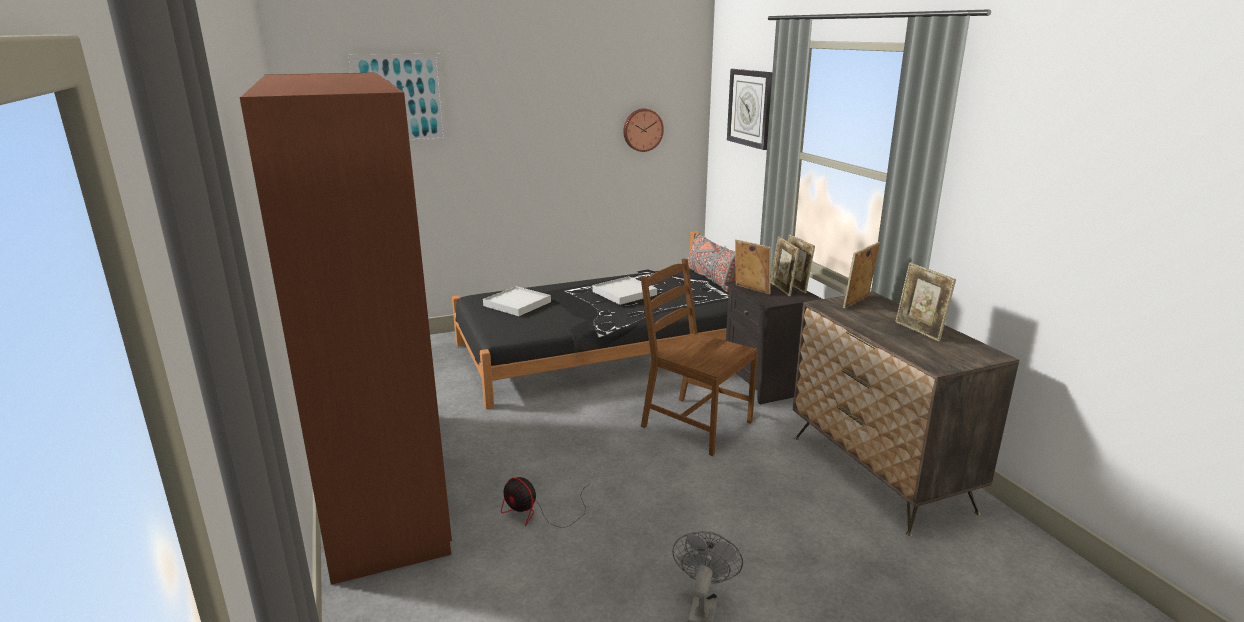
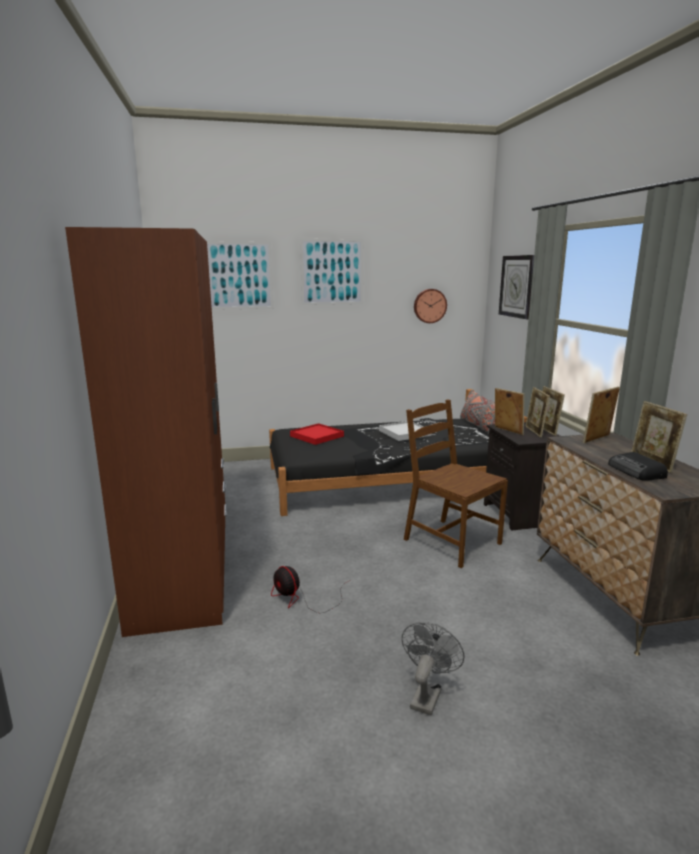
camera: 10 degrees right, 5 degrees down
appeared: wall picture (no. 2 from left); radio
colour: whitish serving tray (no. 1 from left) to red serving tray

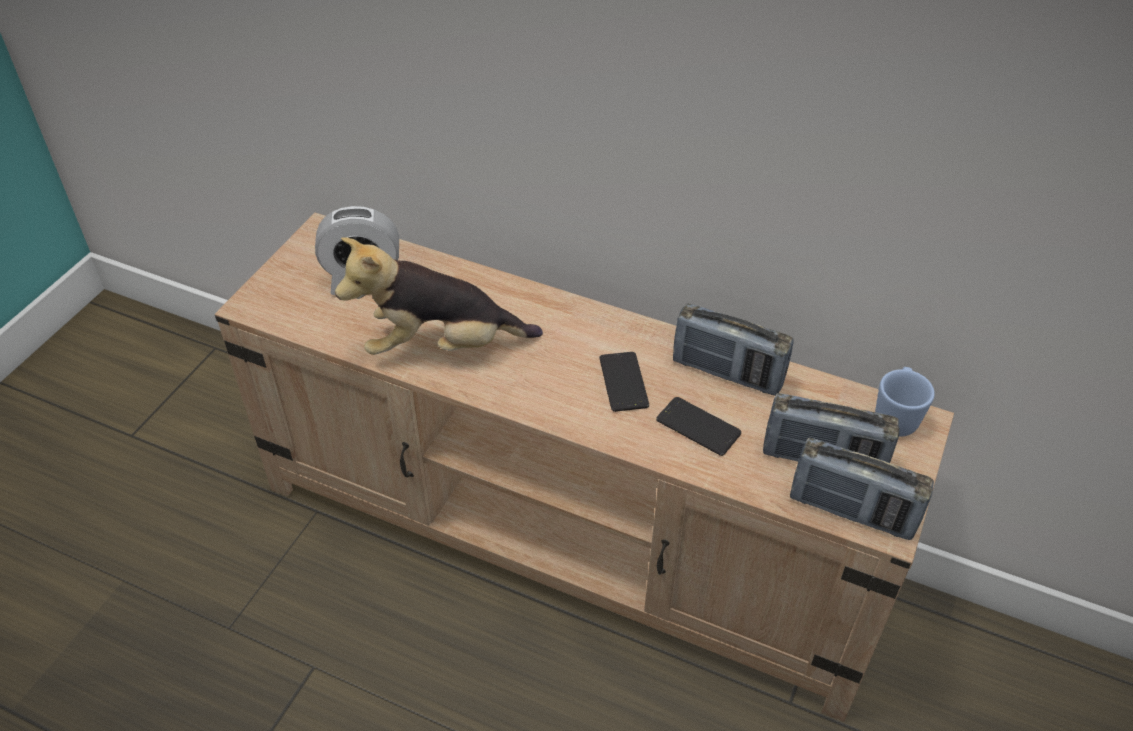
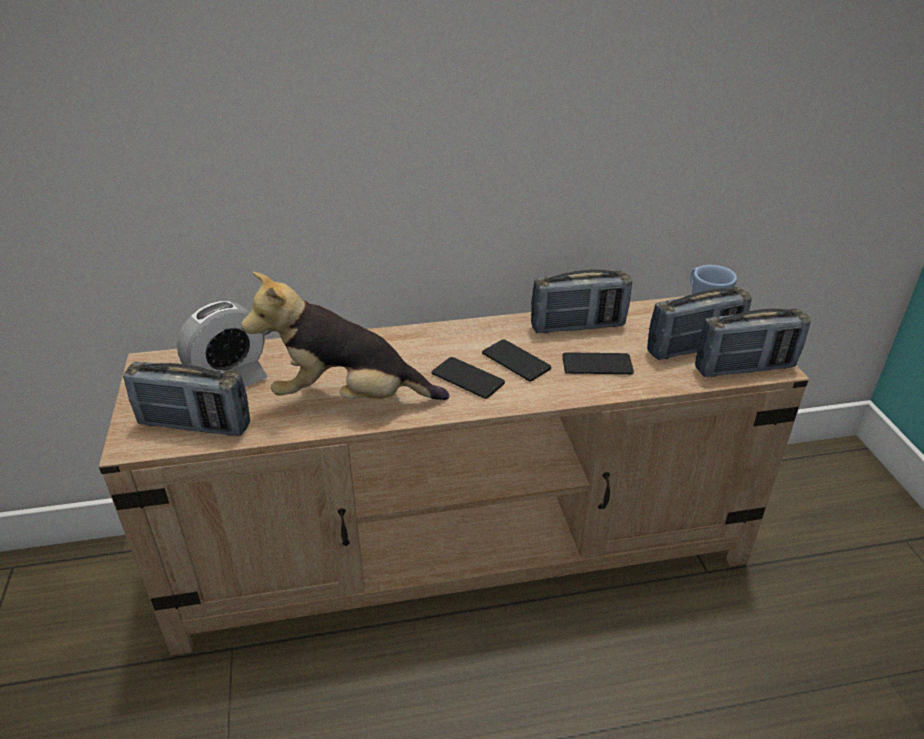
camera: 35 degrees left, 10 degrees down
appeared: radio (no. 1 from left); handset (no. 1 from left)
spun: plush toy 45 degrees clockwise

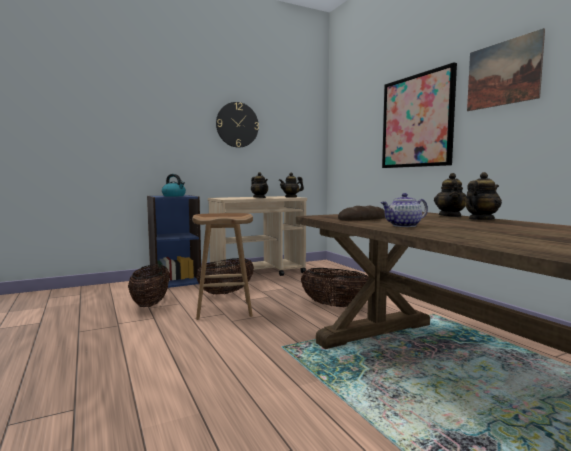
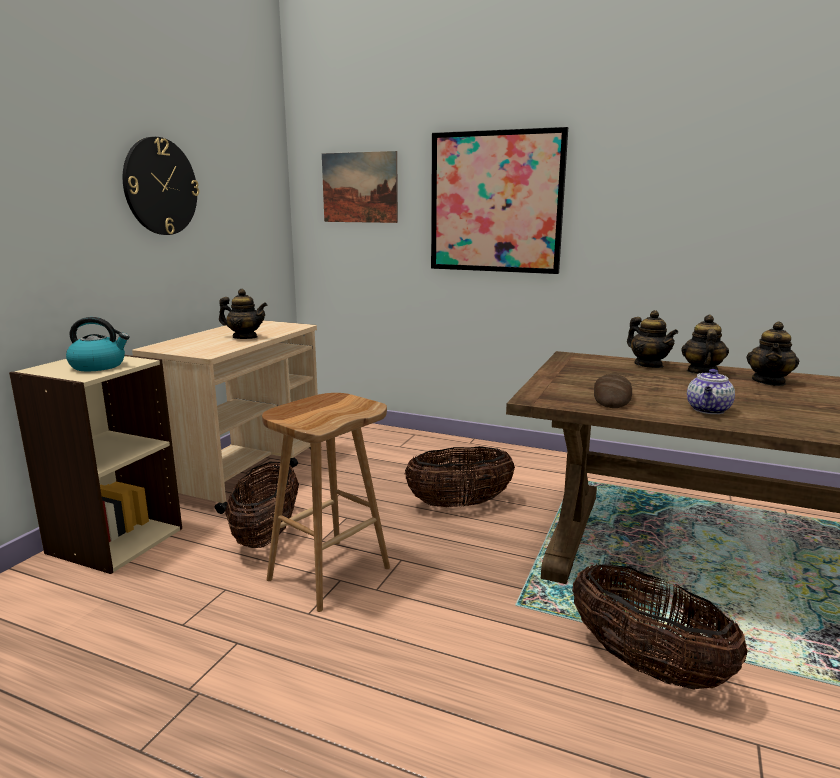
camera: 40 degrees left, 10 degrees up
relocated: household basket (no. 1 from left in the first image) to household basket (no. 3 from left); pot for tea (no. 2 from left in the first image) to pot for tea (no. 5 from left); wall picture (no. 2 from left in the first image) to wall picture (no. 1 from left)
colour: blue-coloured shelving unit to sand-coloured shelving unit

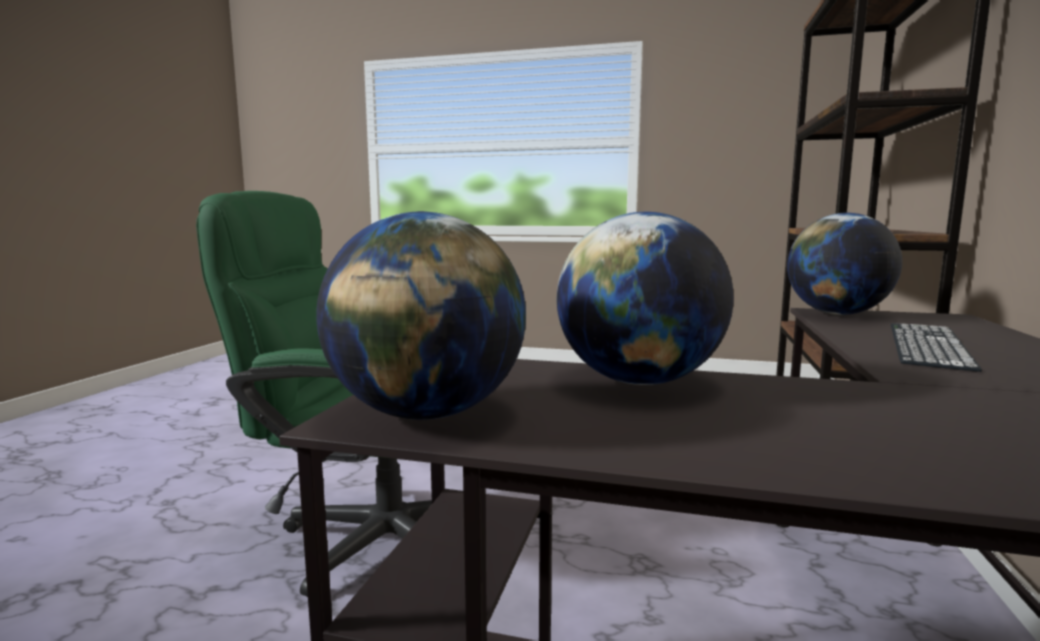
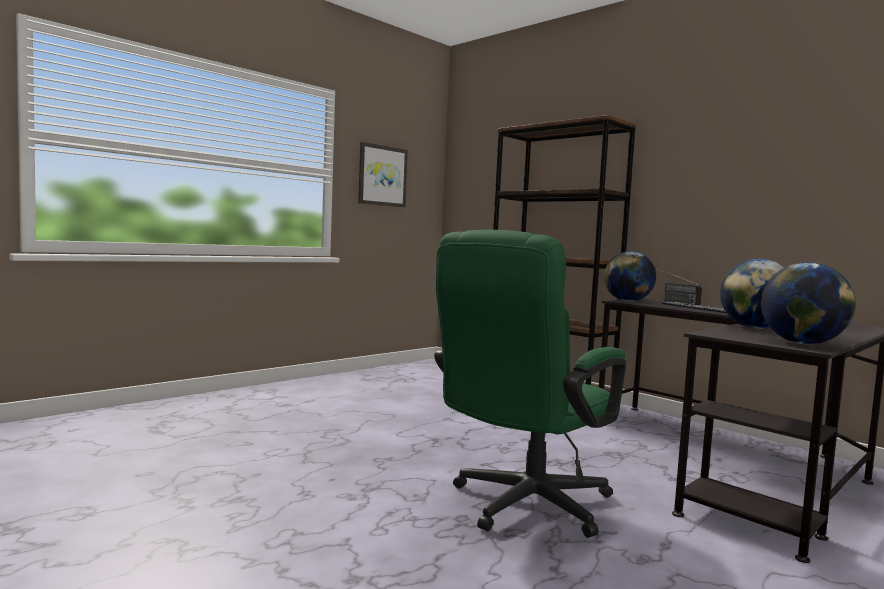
camera: 60 degrees left, 5 degrees down
appeared: wall picture; radio

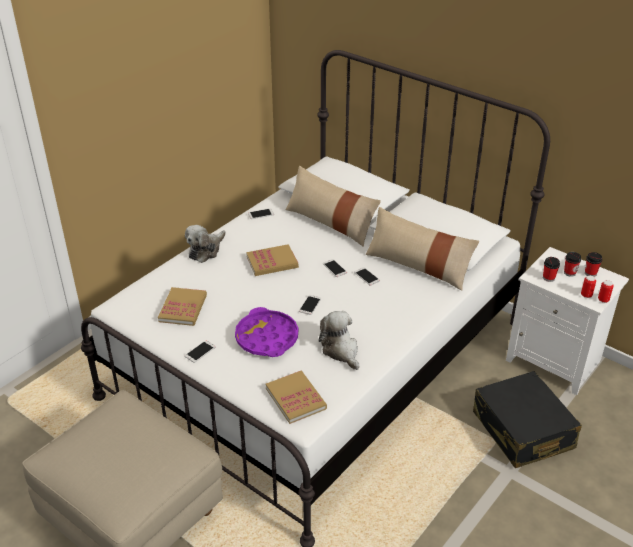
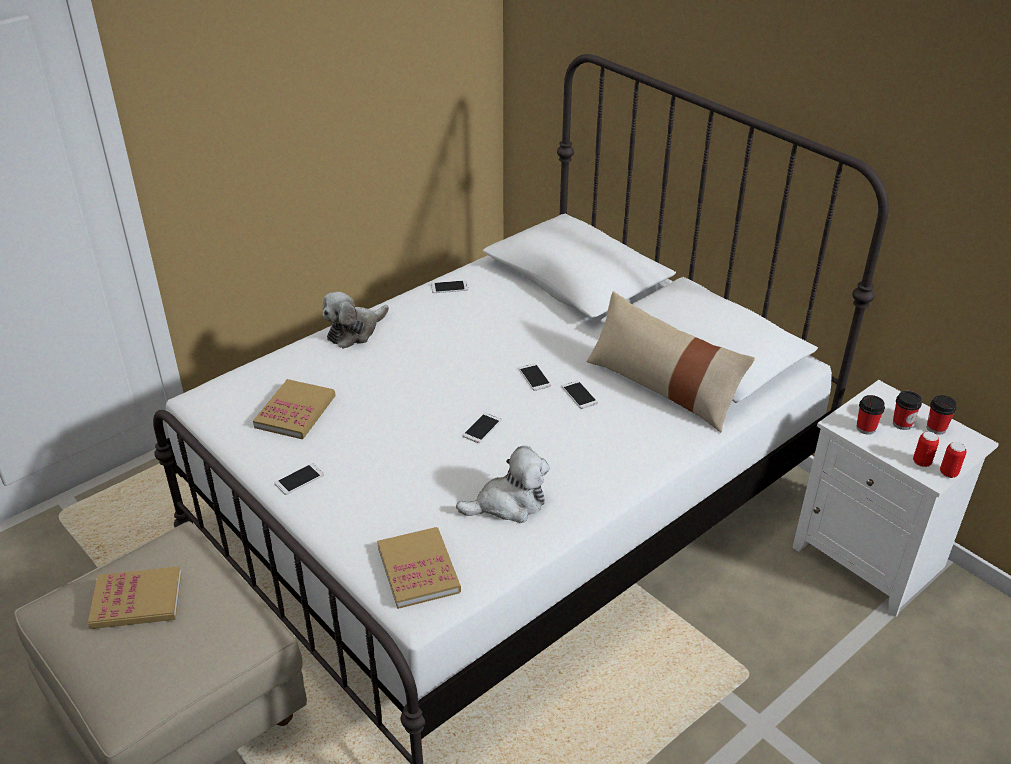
camera: 10 degrees right, 0 degrees up
missing: purple serving tray; sand-coloured pillow (no. 1 from left); black-coloured travel case
relocated: book (no. 2 from left in the first image) to book (no. 1 from left)
spun: plush toy (no. 2 from left) 90 degrees clockwise

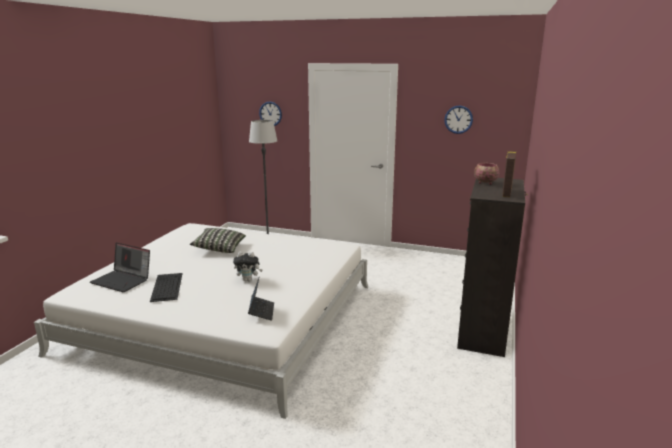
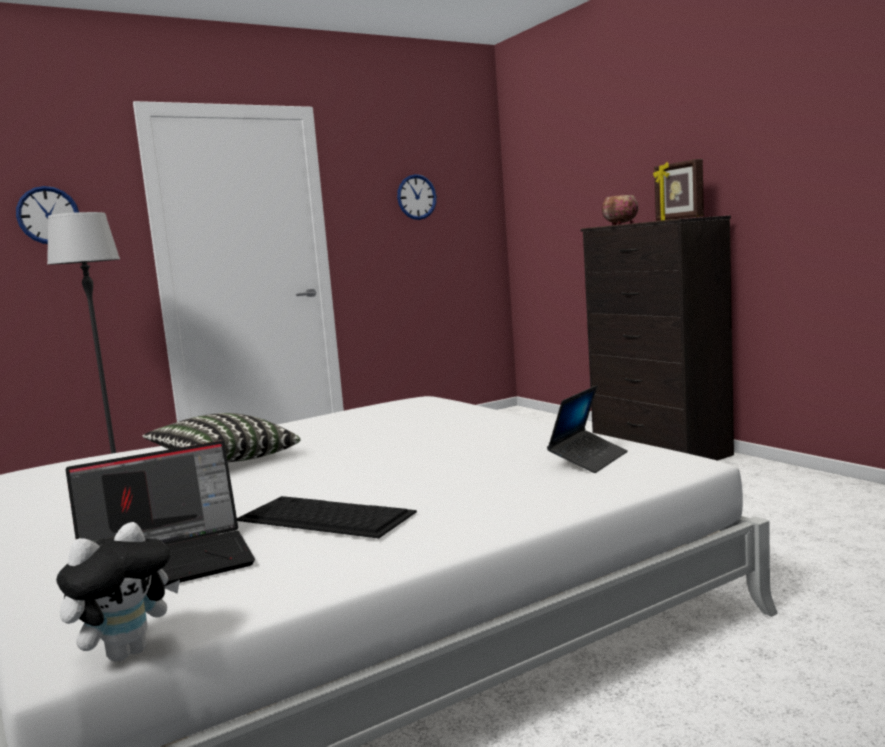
camera: 50 degrees left, 10 degrees down
relocated: plush toy
spun: laptop (no. 2 from left) 90 degrees clockwise

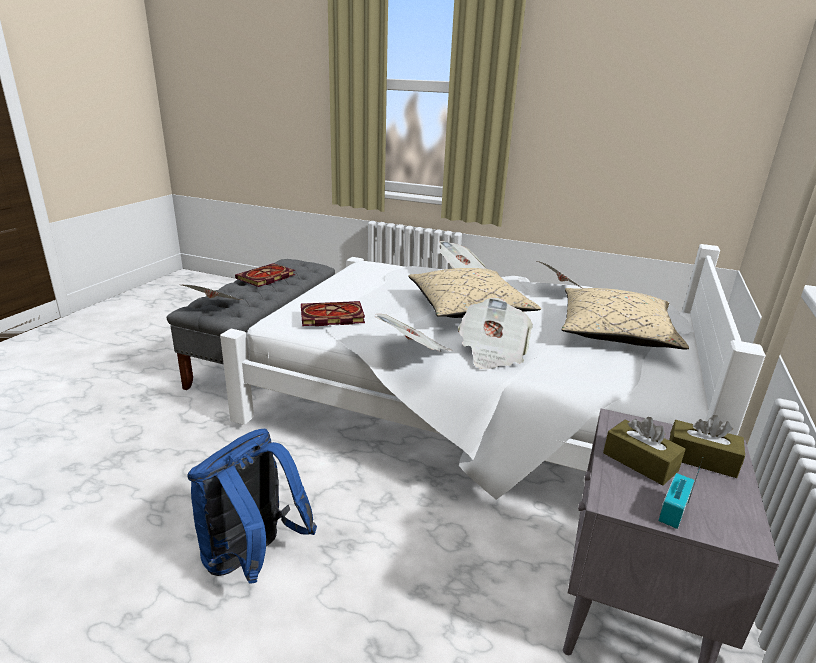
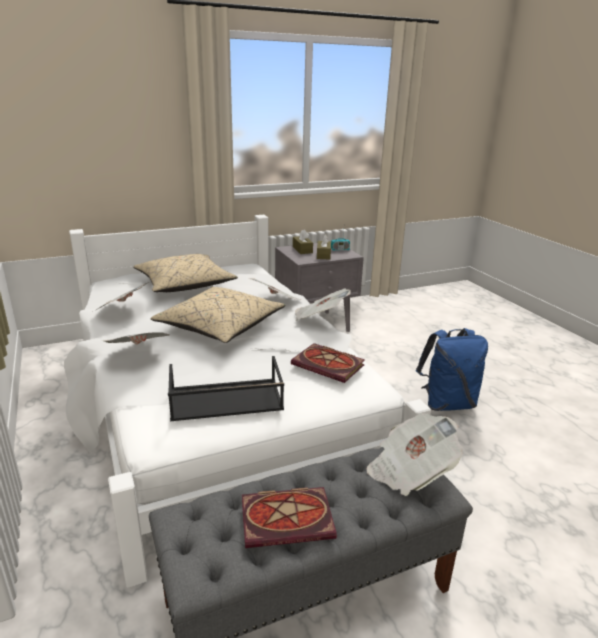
camera: 135 degrees left, 0 degrees up
appeared: black-coloured serving tray

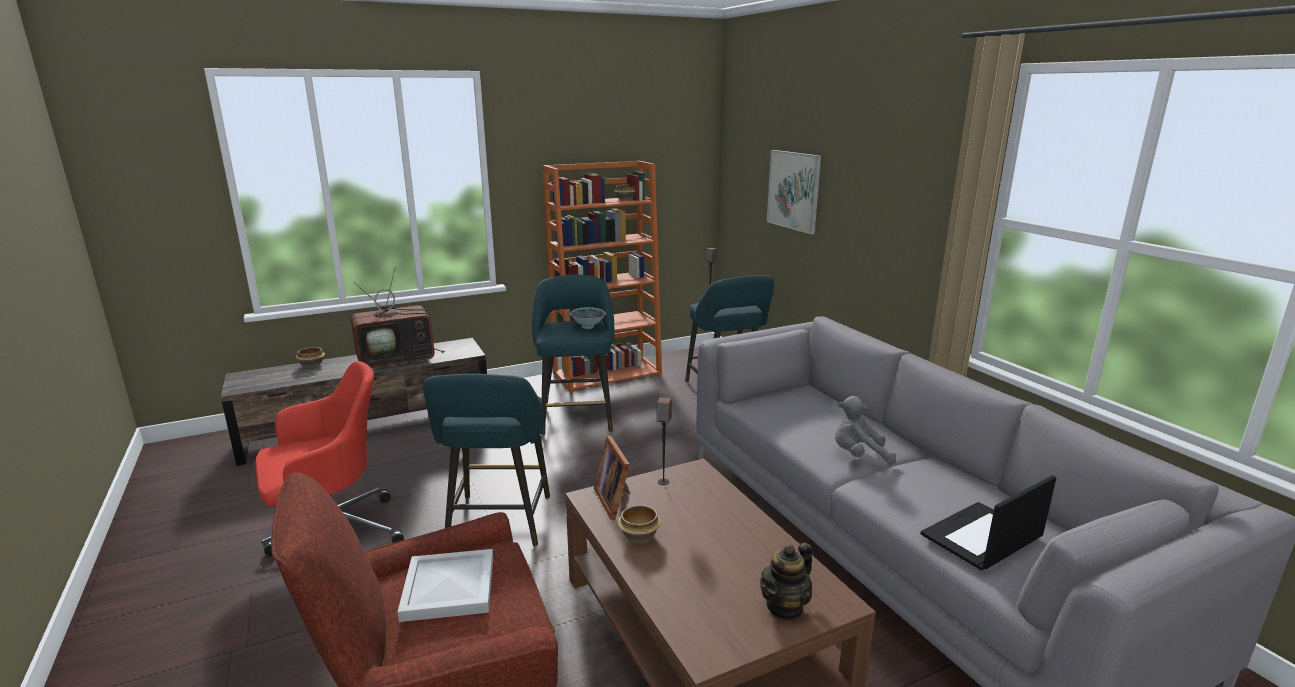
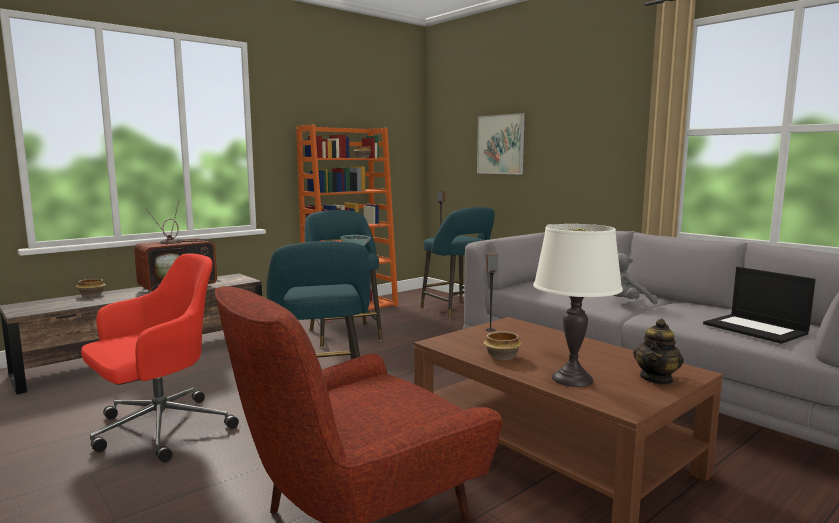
camera: 15 degrees left, 10 degrees down
missing: whitish serving tray; standing frame
appeared: whitish table lamp
spun: laptop 75 degrees counterclockwise

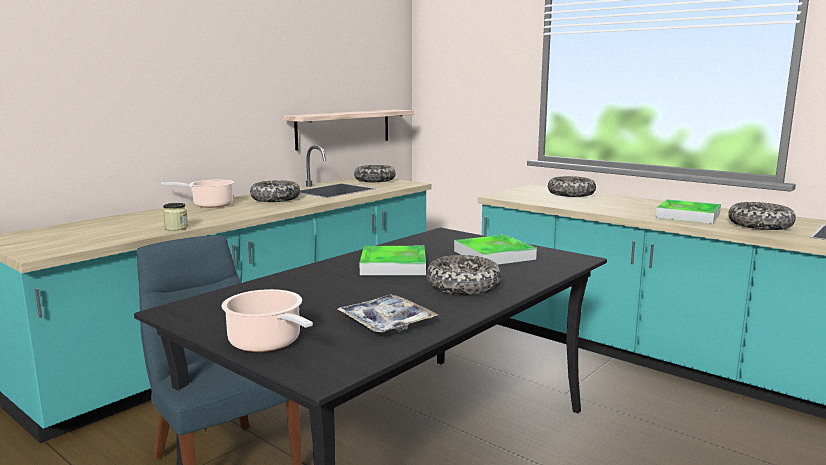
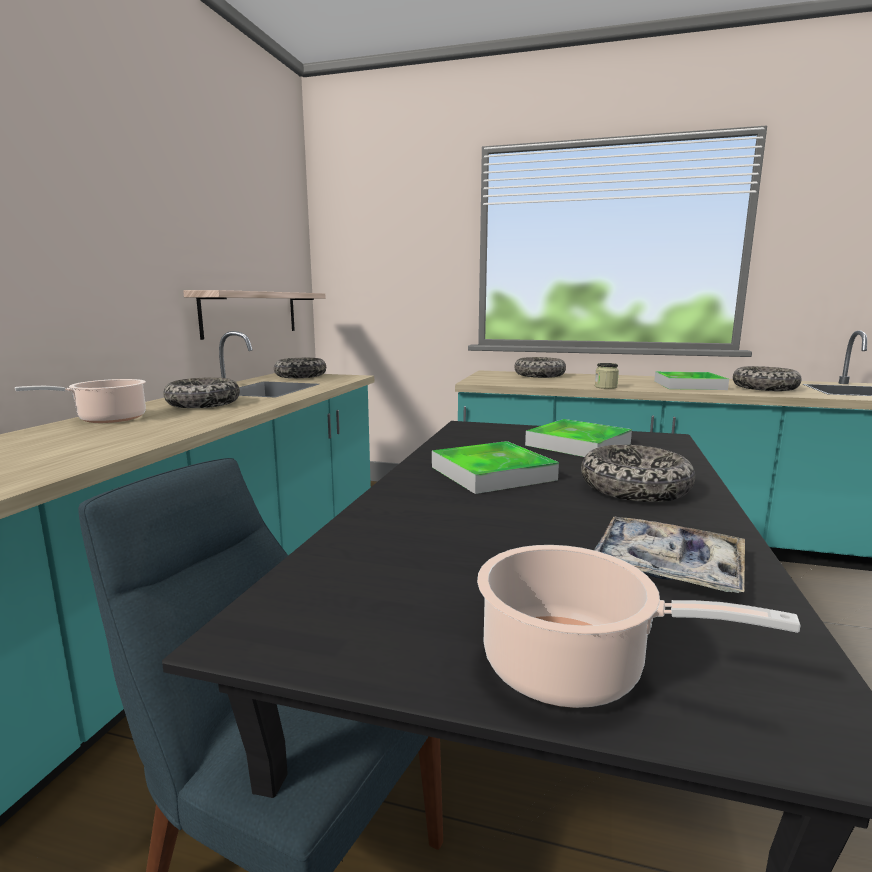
camera: 25 degrees left, 0 degrees up
relocated: jar

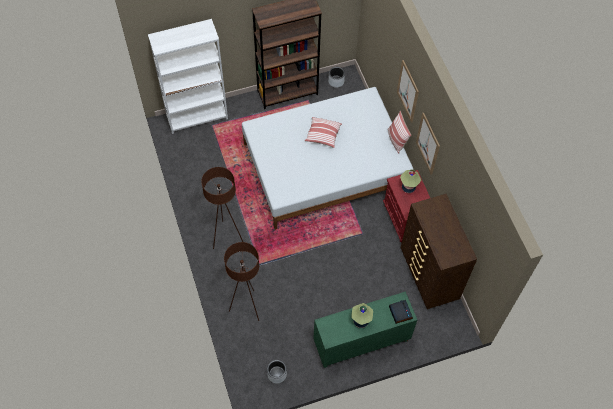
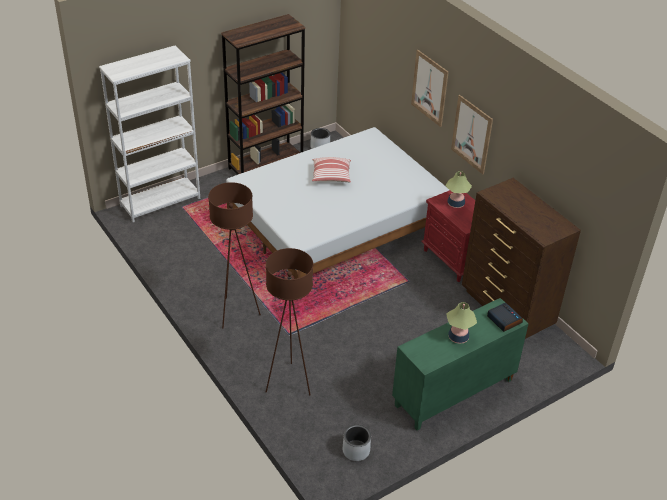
camera: 15 degrees left, 20 degrees down
missing: pillow (no. 2 from left)

